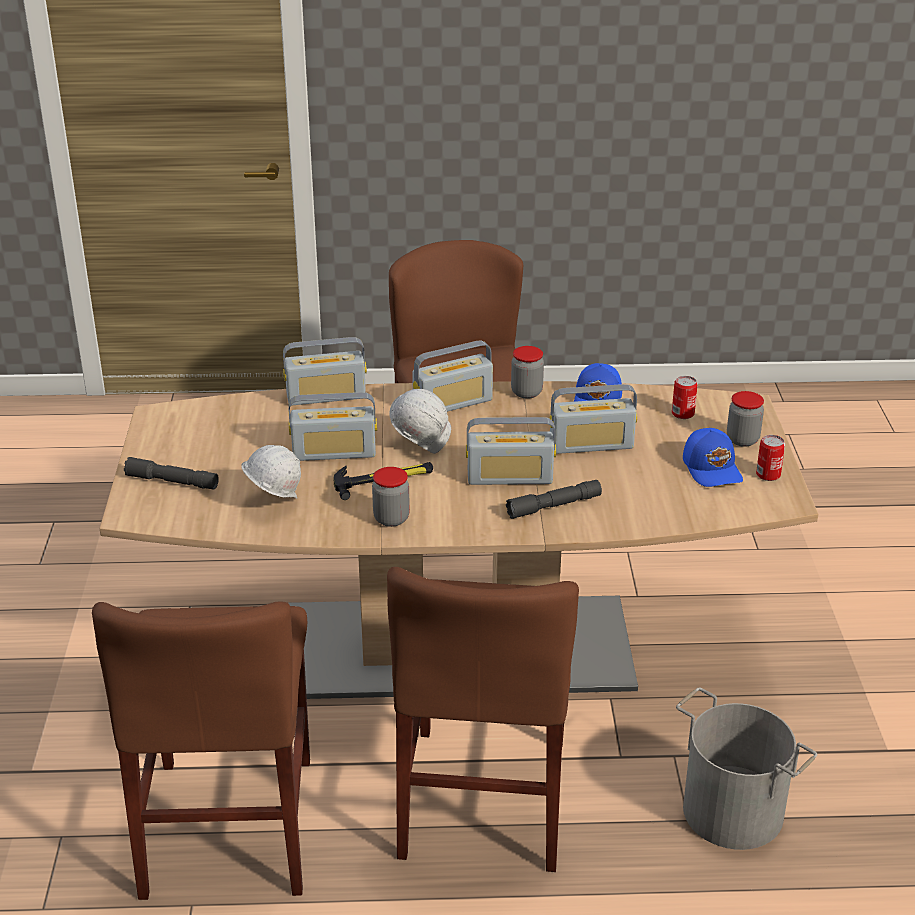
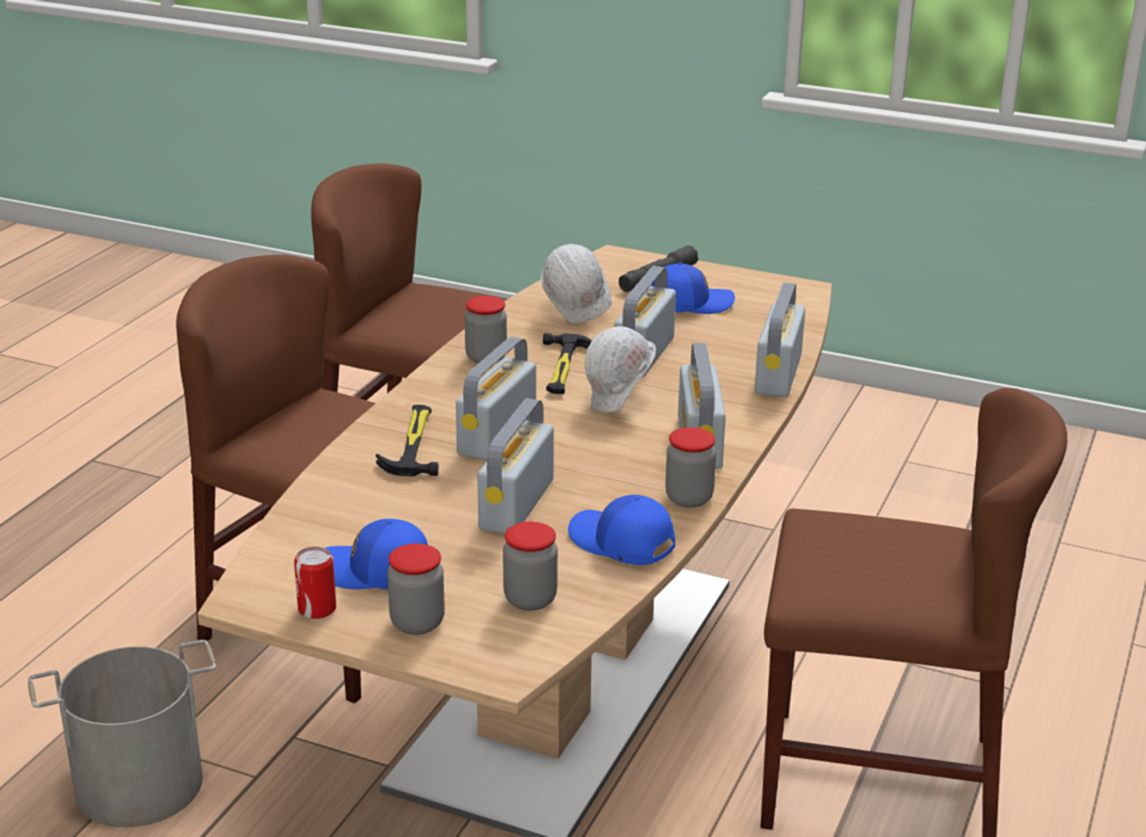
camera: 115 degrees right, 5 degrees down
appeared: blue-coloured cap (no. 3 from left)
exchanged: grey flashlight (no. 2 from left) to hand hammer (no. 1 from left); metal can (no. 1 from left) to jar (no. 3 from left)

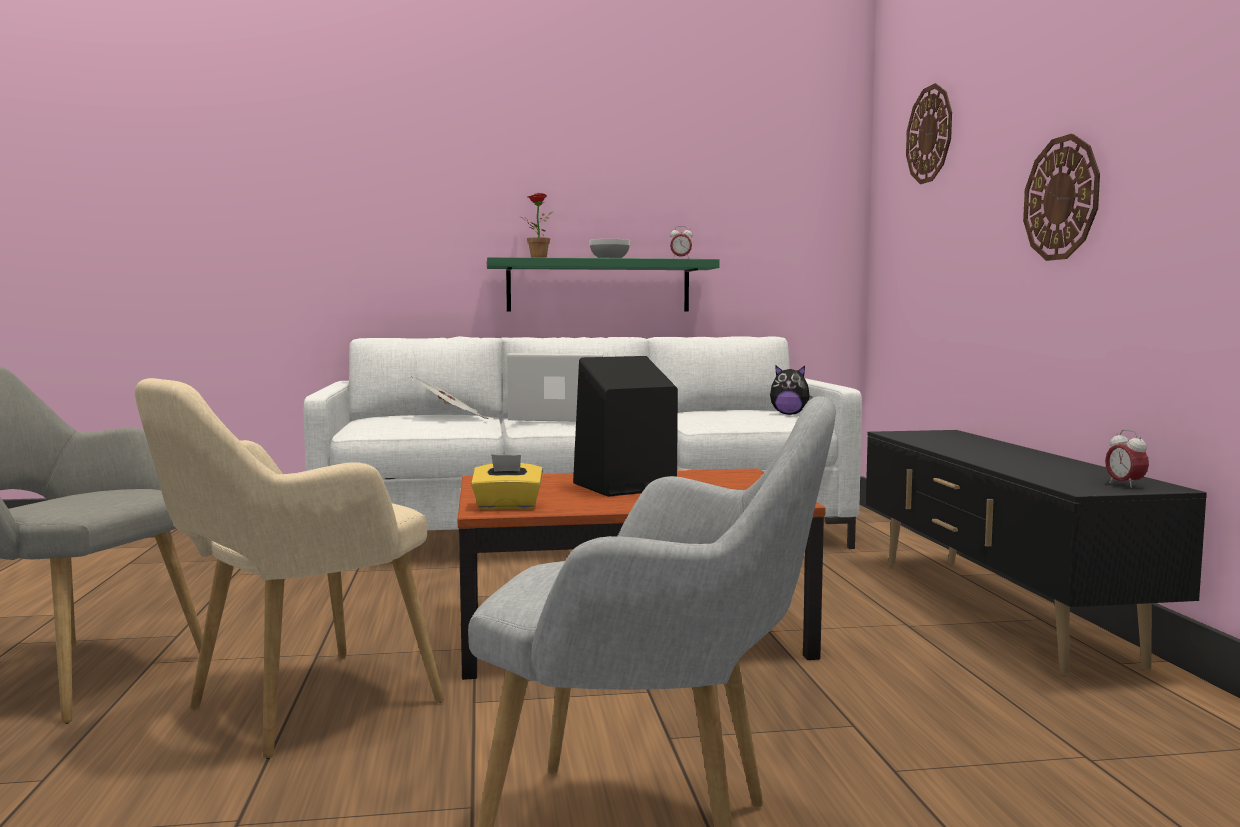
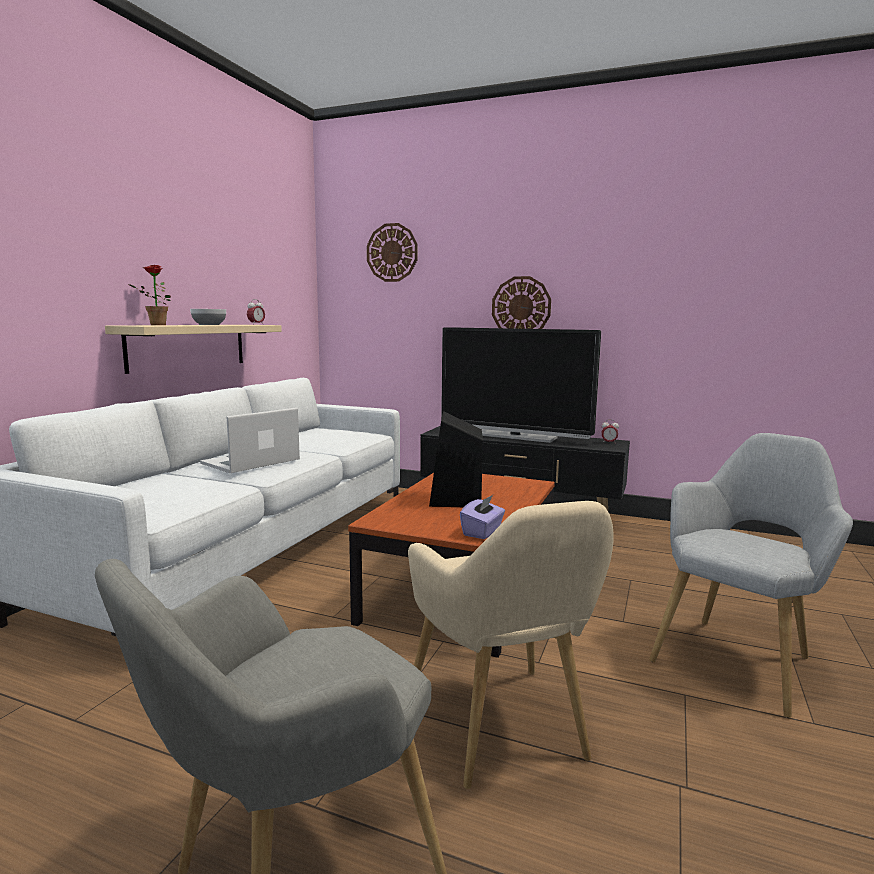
camera: 60 degrees left, 5 degrees up
missing: daily paper; plush toy
appeared: TV set
colour: yellowish tissue box to purple tissue box; green shelf to sand-coloured shelf

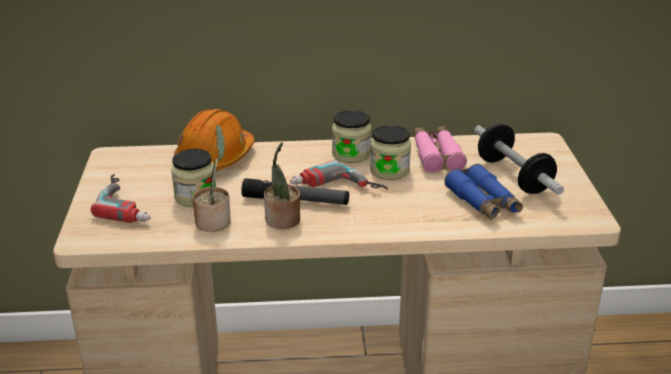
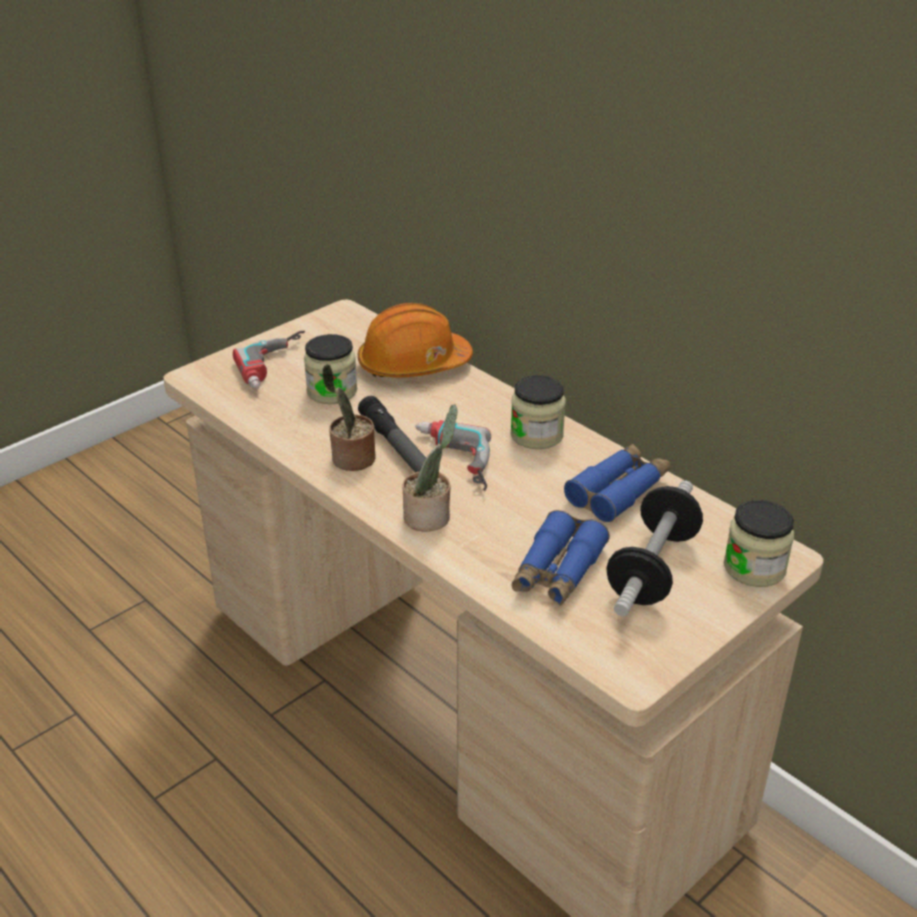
camera: 50 degrees right, 5 degrees up
relocated: plant in a pot (no. 1 from left in the first image) to plant in a pot (no. 2 from left); jar (no. 3 from left)
colour: pinkish pair of binoculars to blue-coloured pair of binoculars (no. 2 from left)

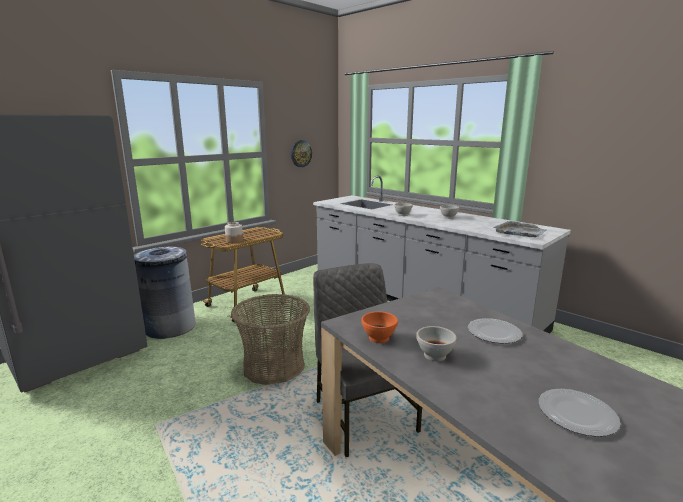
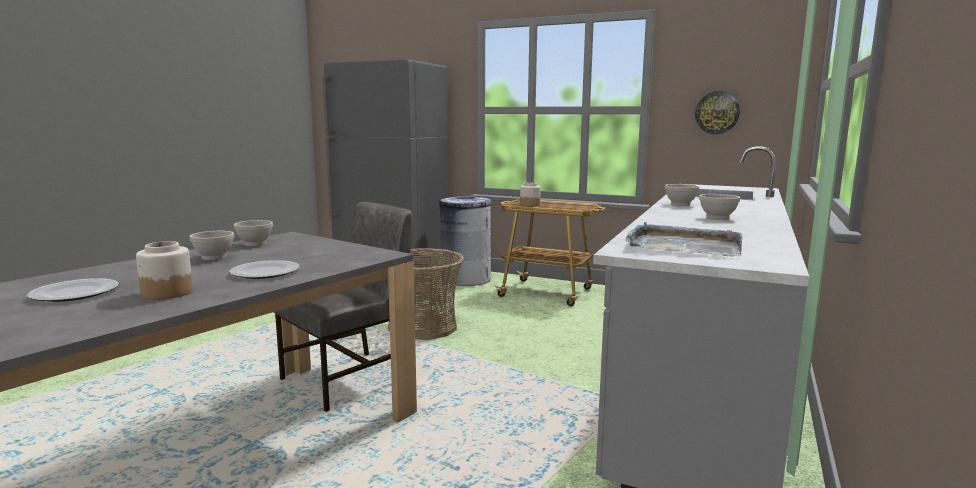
camera: 70 degrees right, 5 degrees down
appeared: jar (no. 1 from left)
colour: orange-coloured bowl to whitish bowl (no. 2 from left)

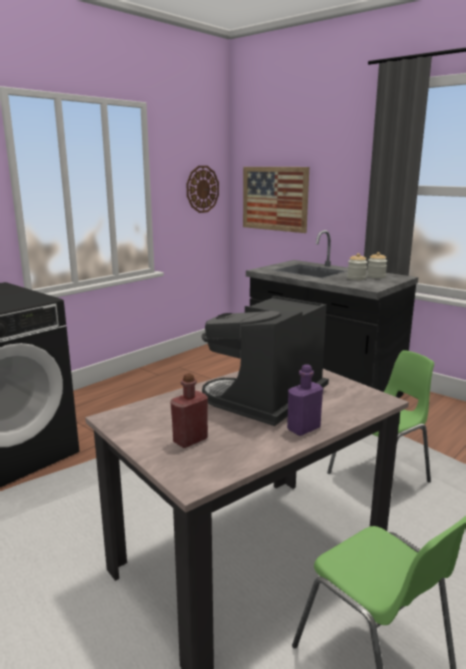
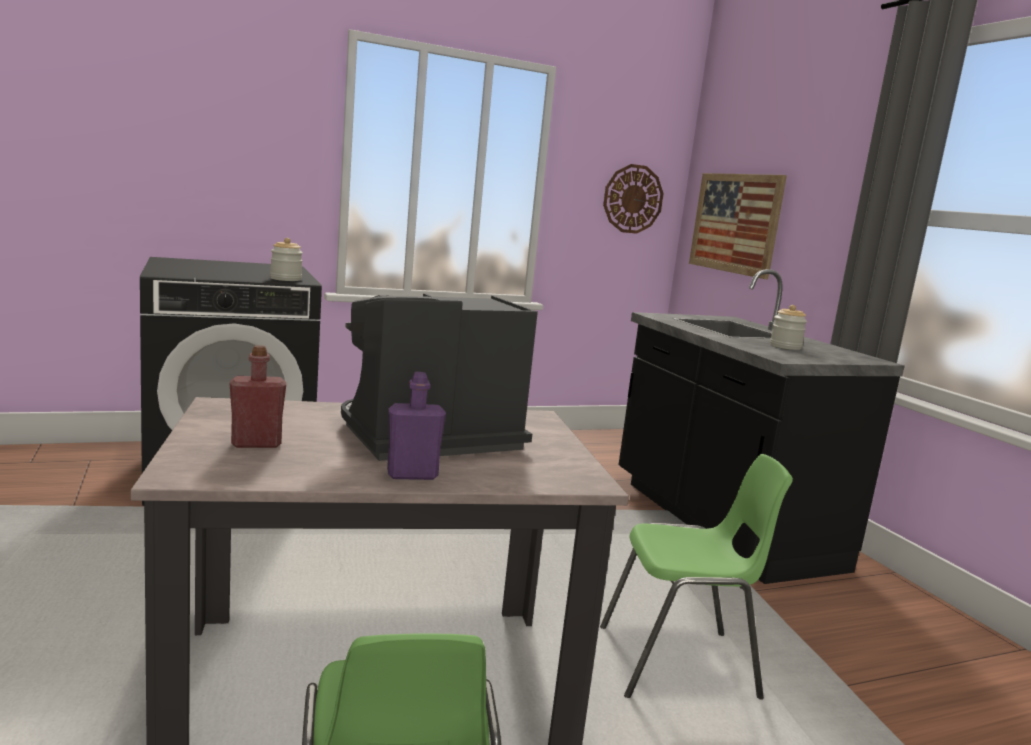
camera: 25 degrees right, 5 degrees down
relocated: jar (no. 2 from left in the first image) to jar (no. 1 from left)

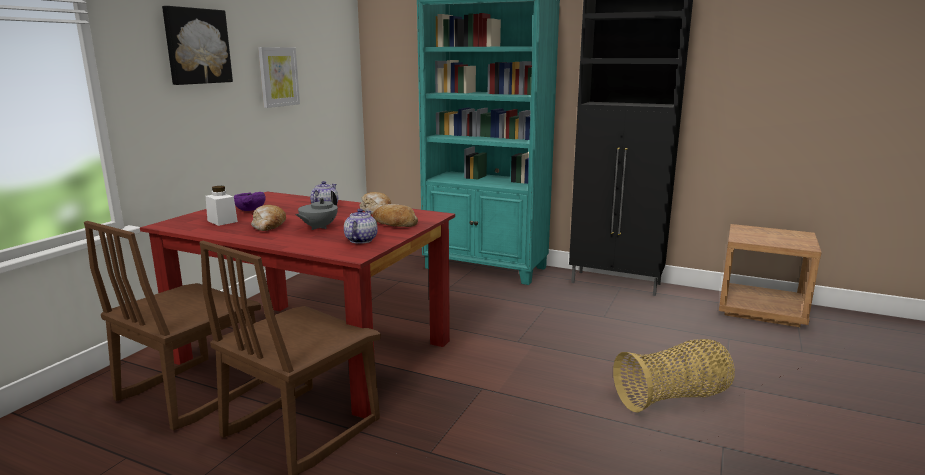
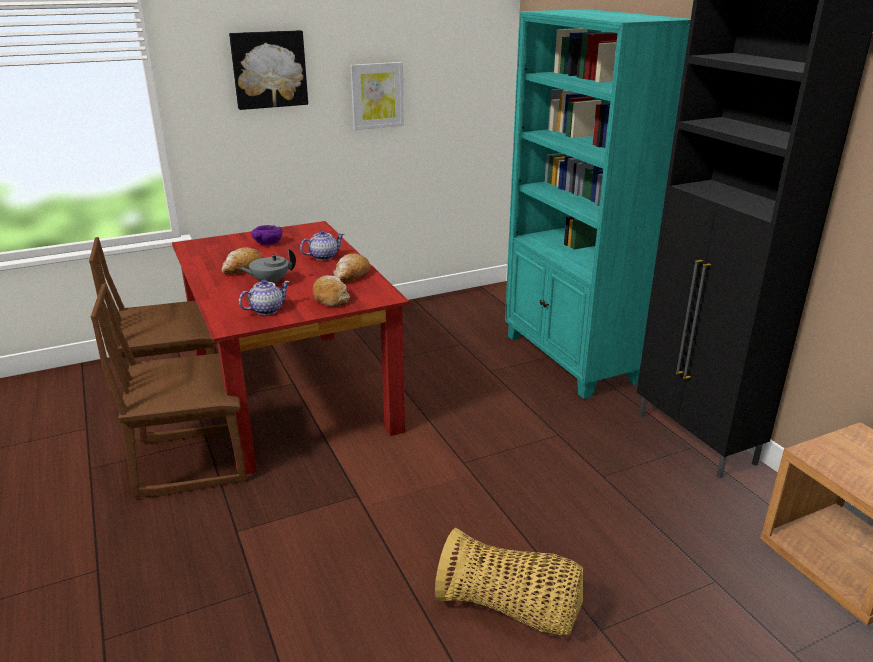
camera: 40 degrees right, 10 degrees up
missing: whitish jar

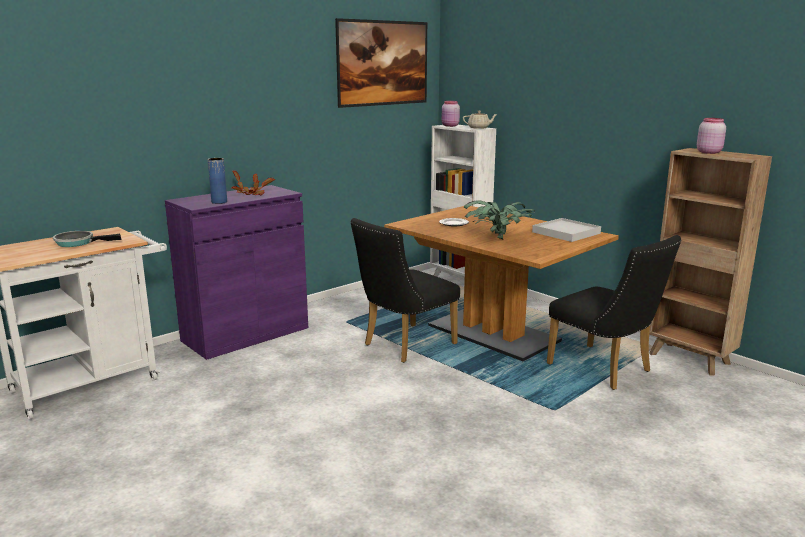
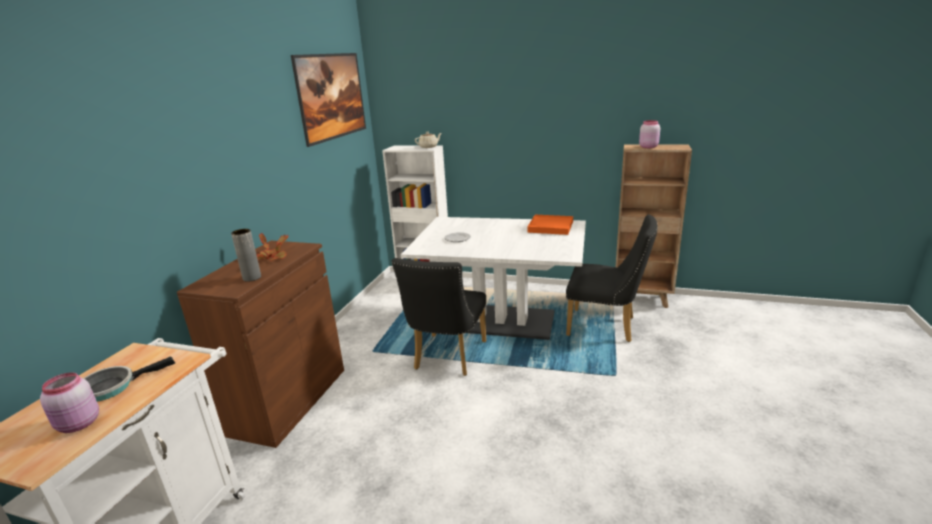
camera: 30 degrees left, 5 degrees up
missing: plant in a pot (no. 2 from left)
relocated: pinkish jar (no. 1 from left)
colour: purple storage cabinet to brown-coloured storage cabinet; blue-coloured vase to grey vase; brown-coloured dining table to whitish dining table; whitish serving tray to orange-coloured serving tray

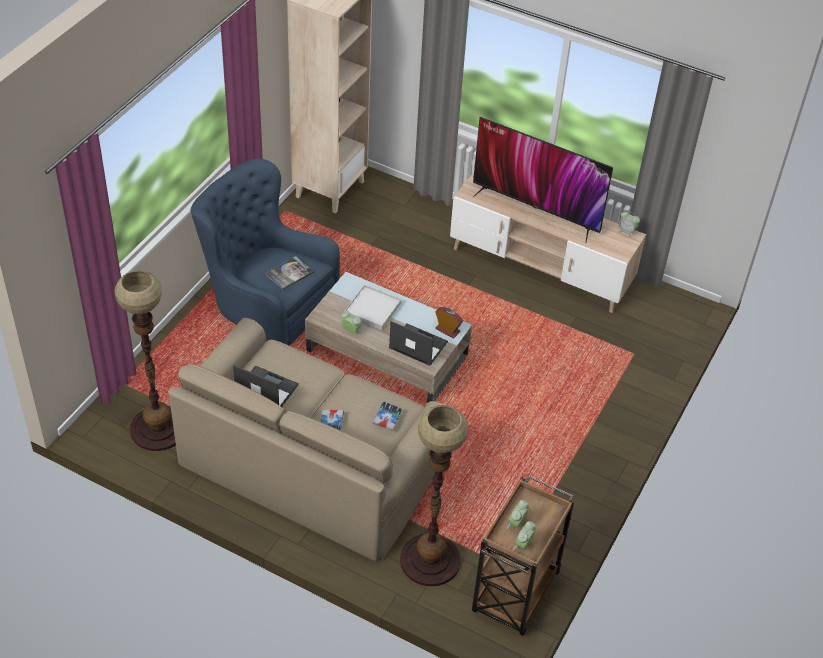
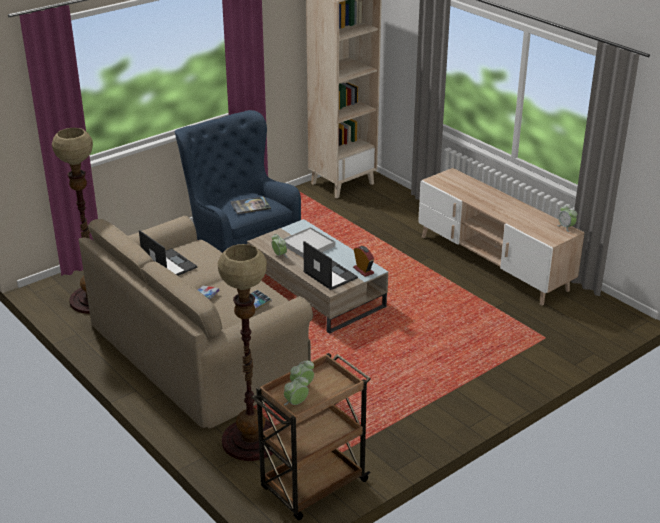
camera: 25 degrees right, 15 degrees down
missing: TV set

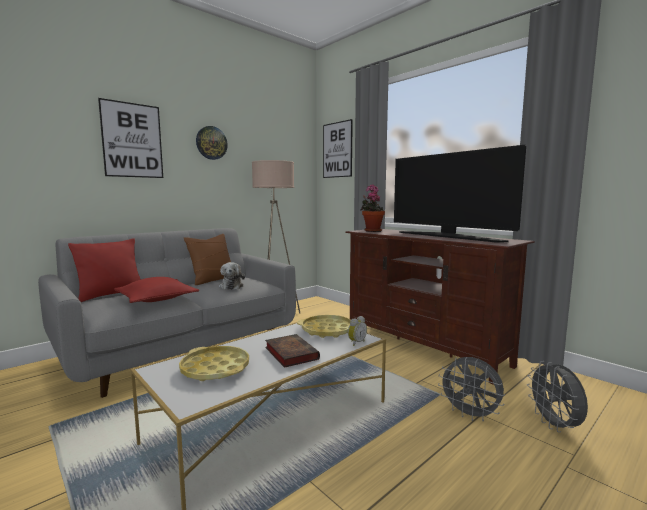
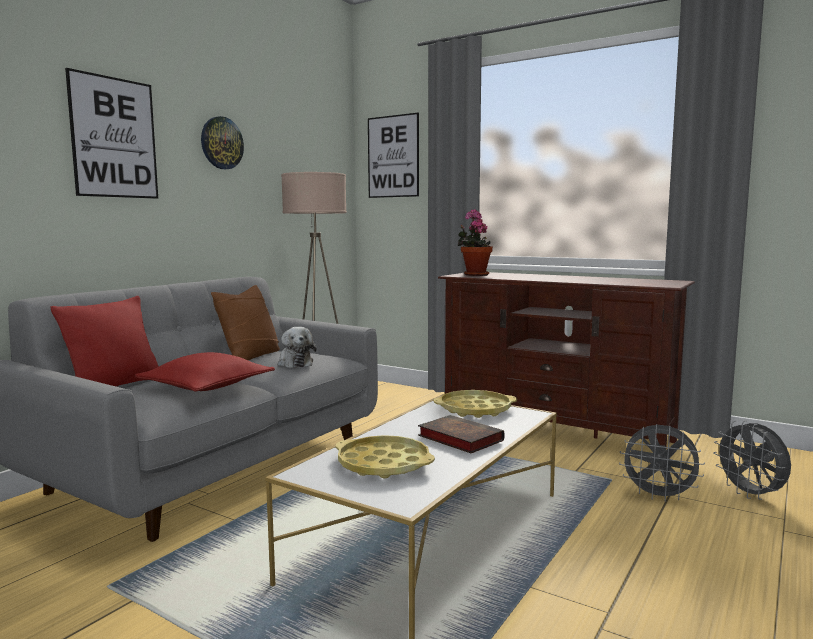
camera: 15 degrees left, 0 degrees up
missing: bedside clock; TV set

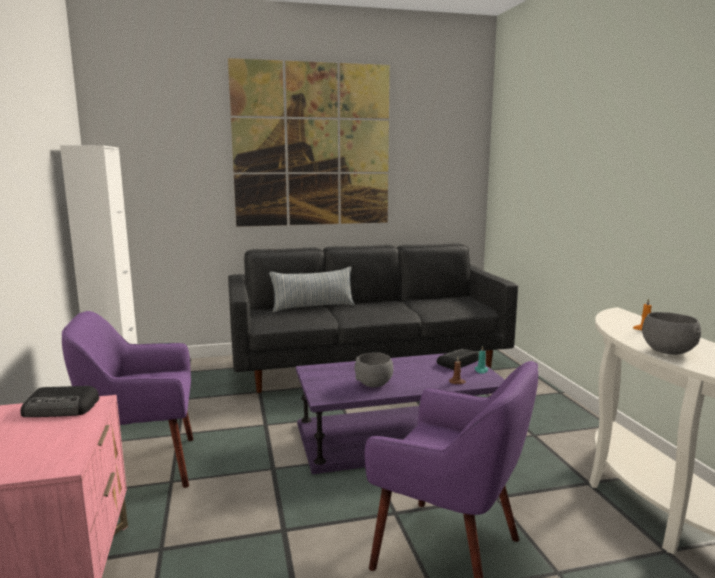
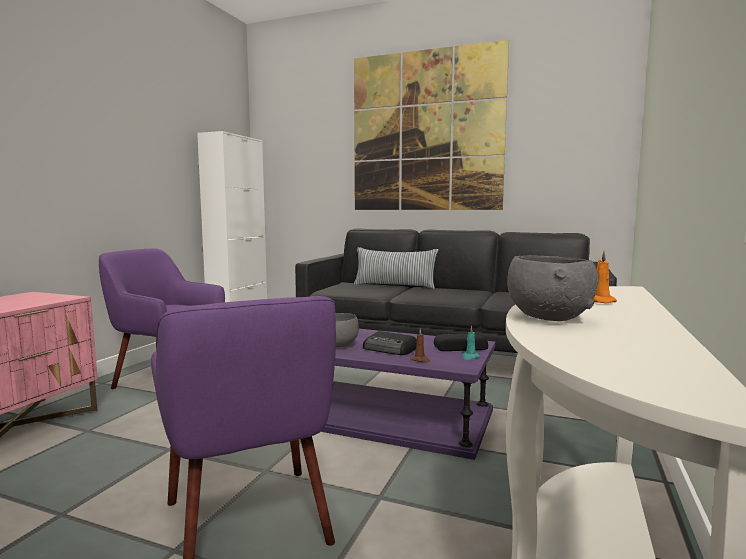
camera: 35 degrees right, 5 degrees down
relocated: radio (no. 1 from left)

